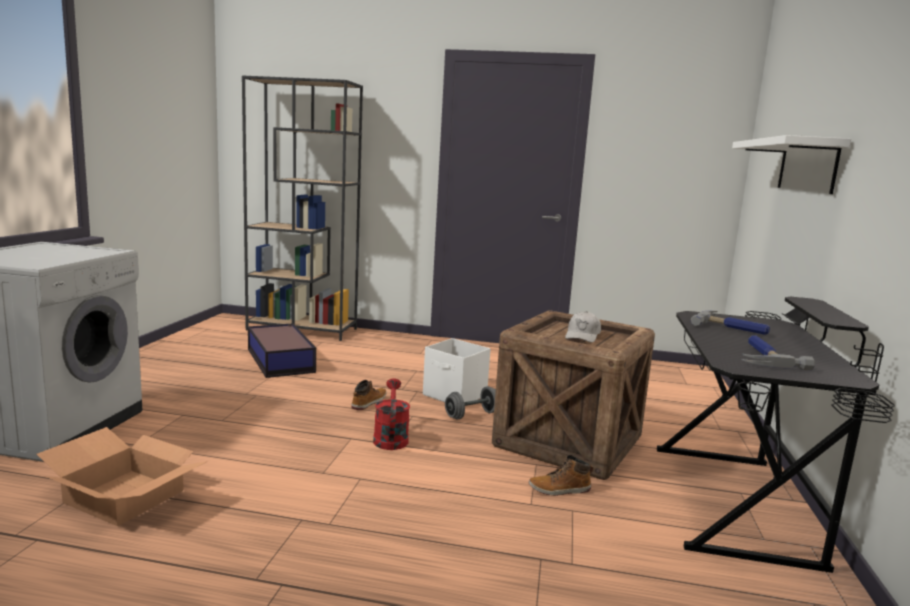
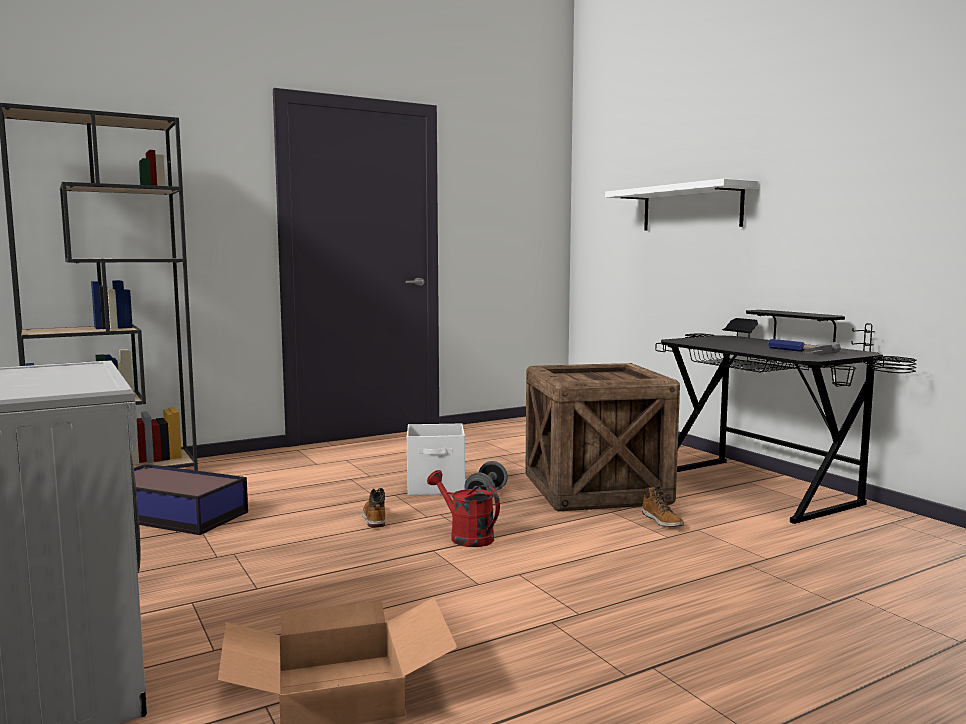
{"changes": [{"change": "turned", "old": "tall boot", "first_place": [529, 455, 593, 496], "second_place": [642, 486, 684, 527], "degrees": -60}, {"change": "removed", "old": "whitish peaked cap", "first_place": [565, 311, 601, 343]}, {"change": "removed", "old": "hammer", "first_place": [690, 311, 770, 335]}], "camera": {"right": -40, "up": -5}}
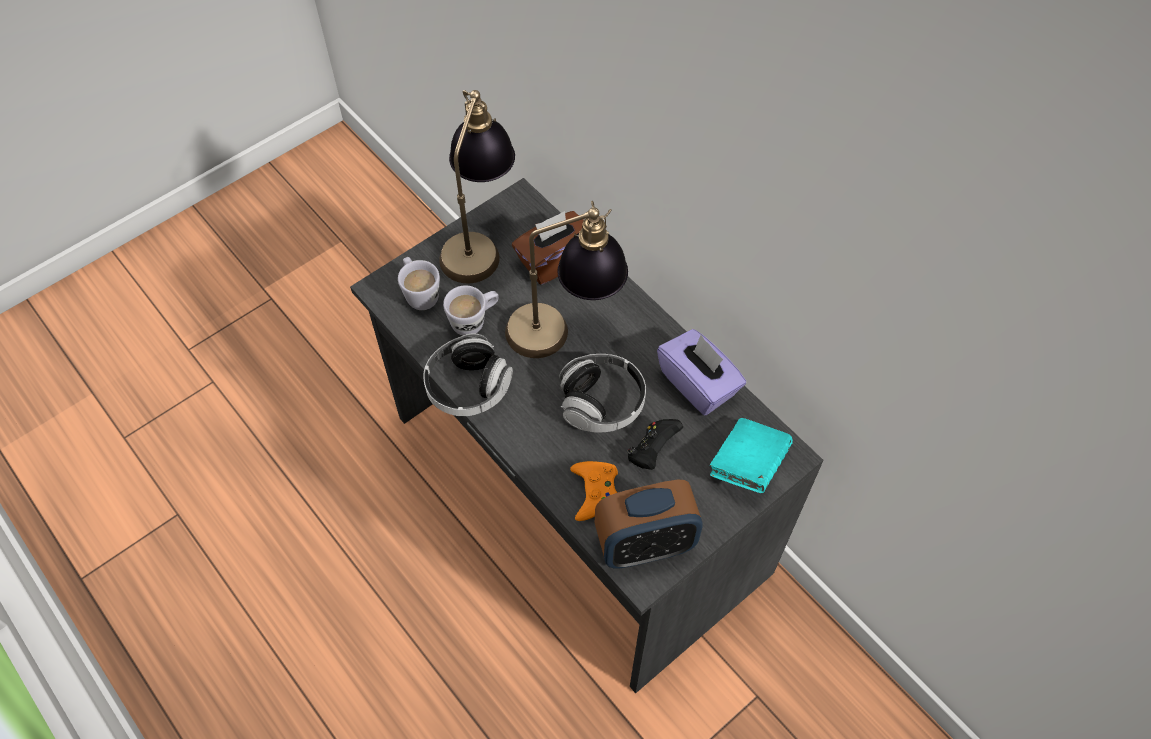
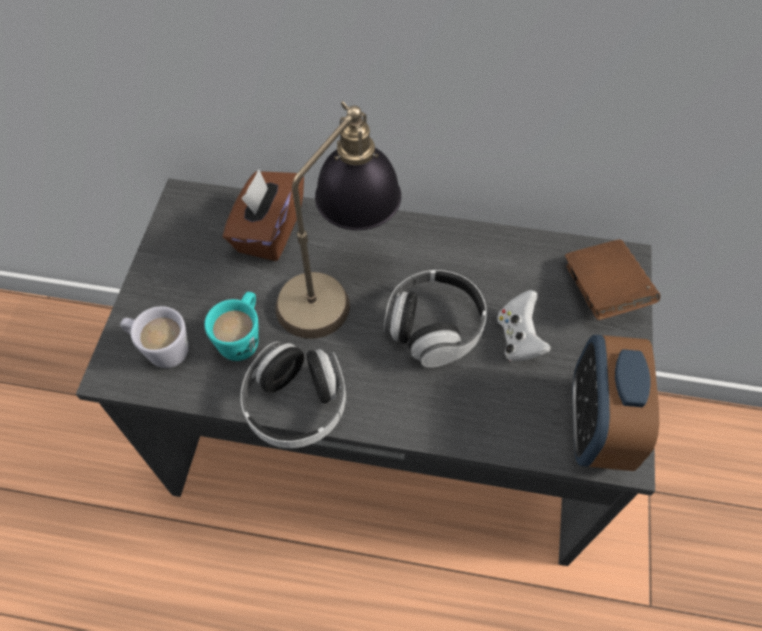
{"changes": [{"change": "removed", "old": "lamp for a table", "first_place": [439, 90, 515, 283]}, {"change": "recoloured", "old": "whitish mug", "new": "turquoise mug", "first_place": [443, 285, 499, 336], "second_place": [204, 292, 259, 361]}, {"change": "removed", "old": "orange game controller", "first_place": [570, 461, 618, 521]}, {"change": "turned", "old": "alarm clock", "first_place": [595, 479, 703, 568], "second_place": [573, 334, 659, 471], "degrees": 150}, {"change": "recoloured", "old": "blackish game controller", "new": "whitish game controller", "first_place": [628, 419, 683, 470], "second_place": [497, 290, 551, 361]}, {"change": "removed", "old": "purple tissue holder", "first_place": [657, 329, 746, 415]}, {"change": "recoloured", "old": "turquoise volume", "new": "brown volume", "first_place": [710, 418, 793, 493], "second_place": [565, 240, 660, 320]}], "camera": {"right": -40, "up": 0}}
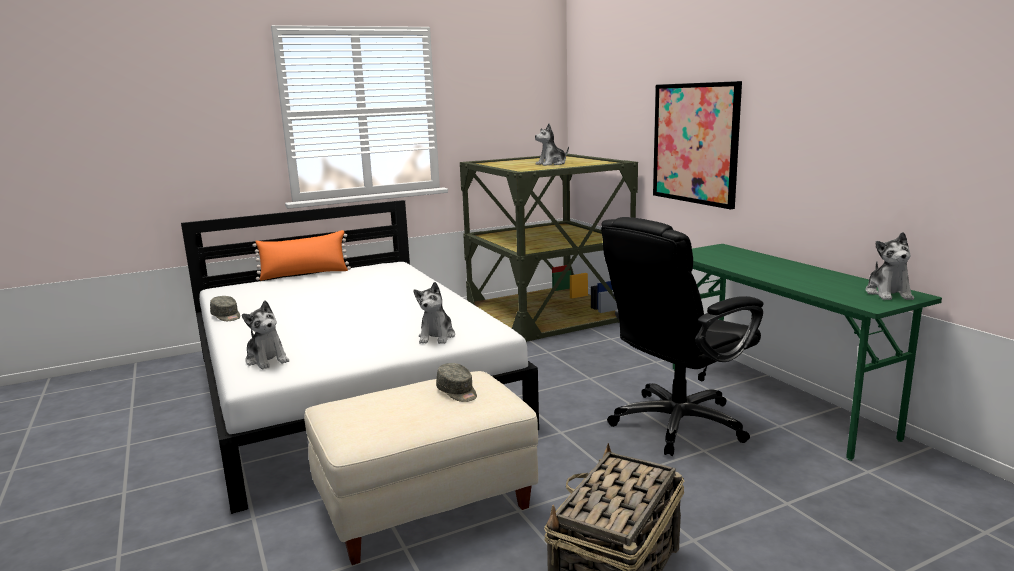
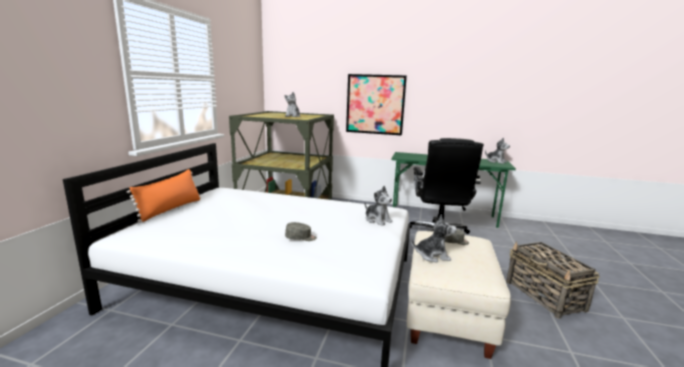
{"changes": [{"change": "moved", "old": "gray peaked cap", "first_place": [210, 296, 240, 321], "second_place": [285, 222, 317, 241]}, {"change": "moved", "old": "cuddly toy", "first_place": [242, 301, 289, 369], "second_place": [411, 214, 457, 263]}], "camera": {"right": -50, "up": 0}}
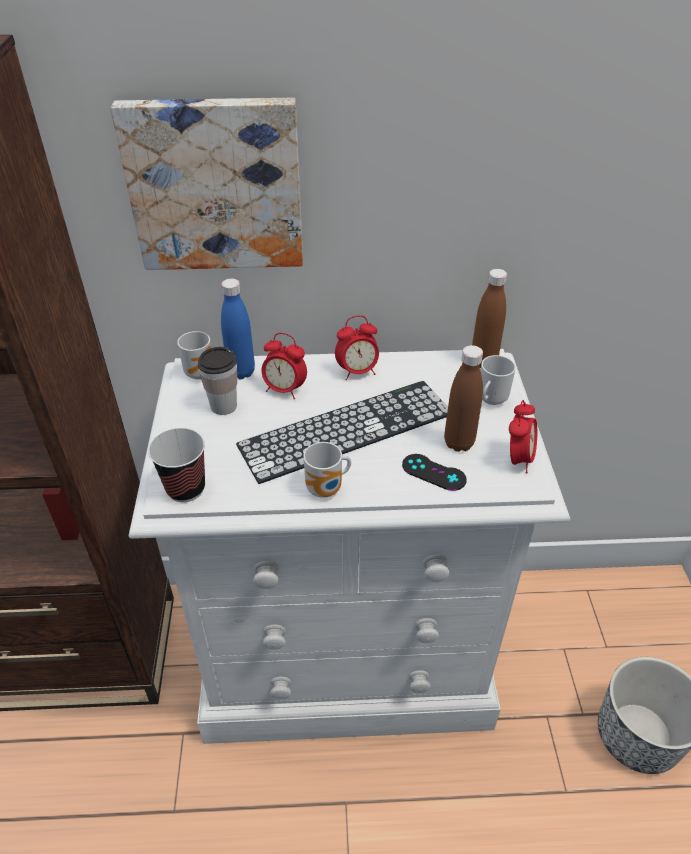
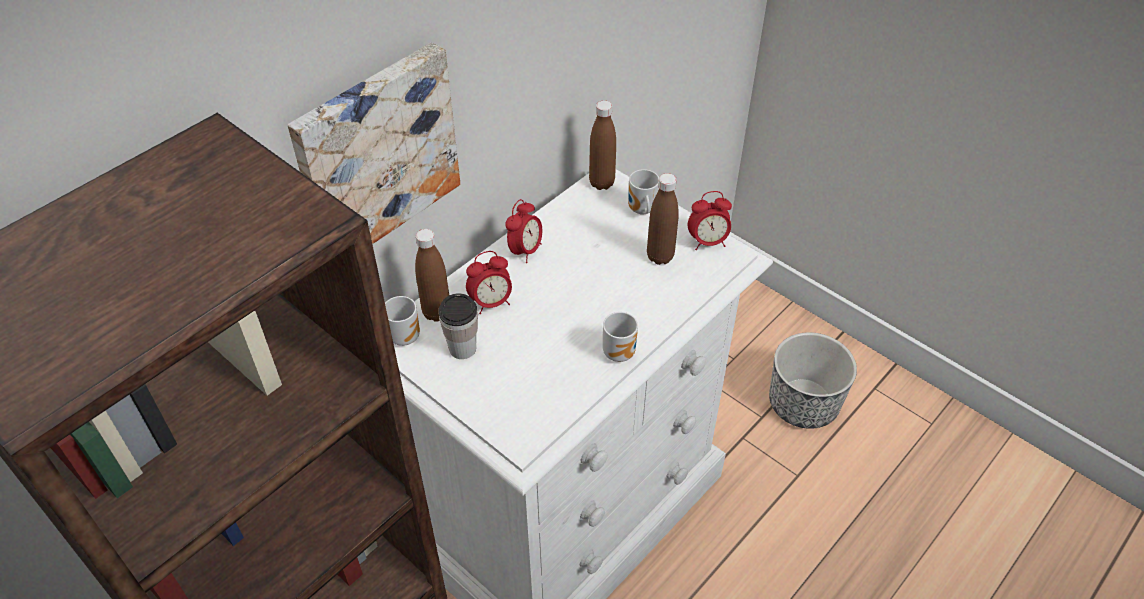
{"changes": [{"change": "removed", "old": "small cup", "first_place": [148, 428, 205, 502]}, {"change": "recoloured", "old": "bluish bottle", "new": "brown bottle", "first_place": [221, 278, 255, 379], "second_place": [415, 229, 449, 322]}, {"change": "removed", "old": "keyboard", "first_place": [236, 381, 448, 484]}, {"change": "removed", "old": "blackish game controller", "first_place": [402, 454, 467, 491]}, {"change": "turned", "old": "alarm clock", "first_place": [509, 400, 537, 473], "second_place": [688, 191, 732, 250], "degrees": 105}], "camera": {"right": -45, "up": 5}}
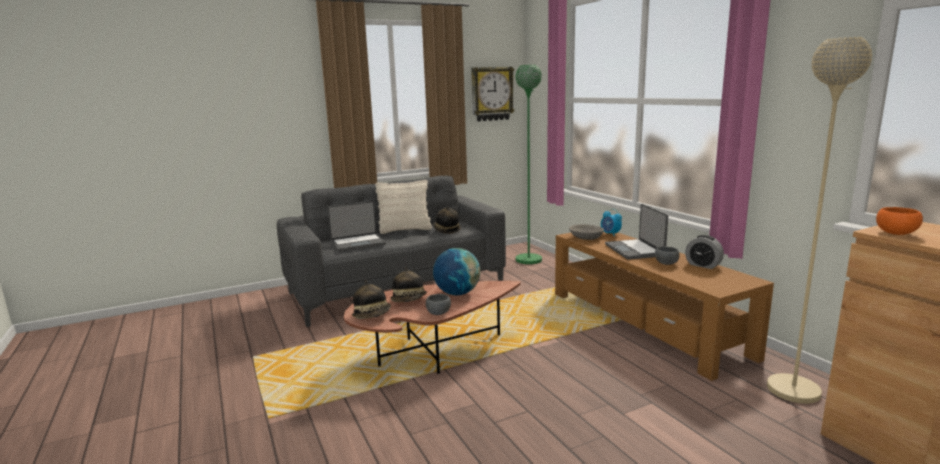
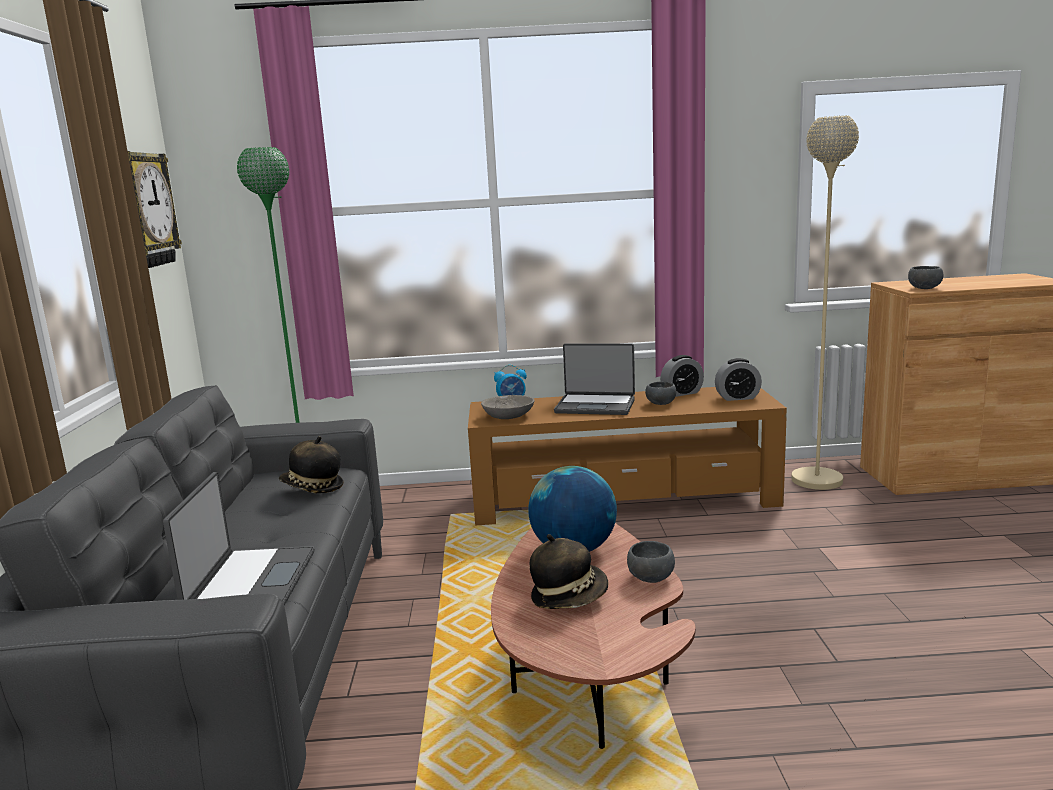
{"changes": [{"change": "removed", "old": "hat", "first_place": [352, 280, 391, 319]}, {"change": "removed", "old": "sand-coloured pillow", "first_place": [375, 180, 432, 234]}, {"change": "recoloured", "old": "orange bowl", "new": "gray bowl", "first_place": [876, 207, 923, 235], "second_place": [908, 266, 944, 289]}, {"change": "added", "new": "alarm clock", "second_place": [715, 358, 762, 401]}], "camera": {"right": -65, "up": 0}}
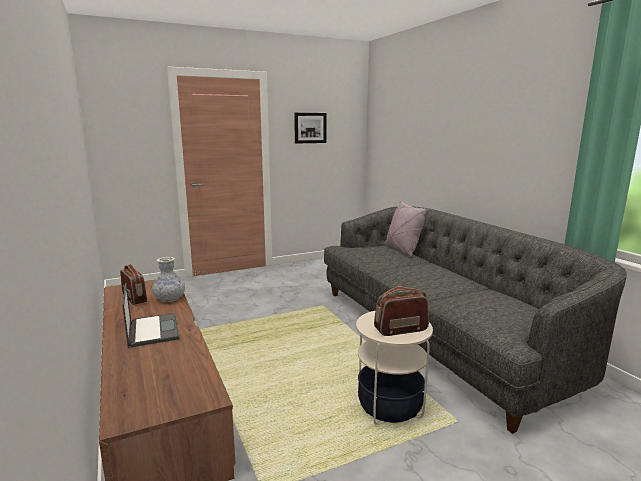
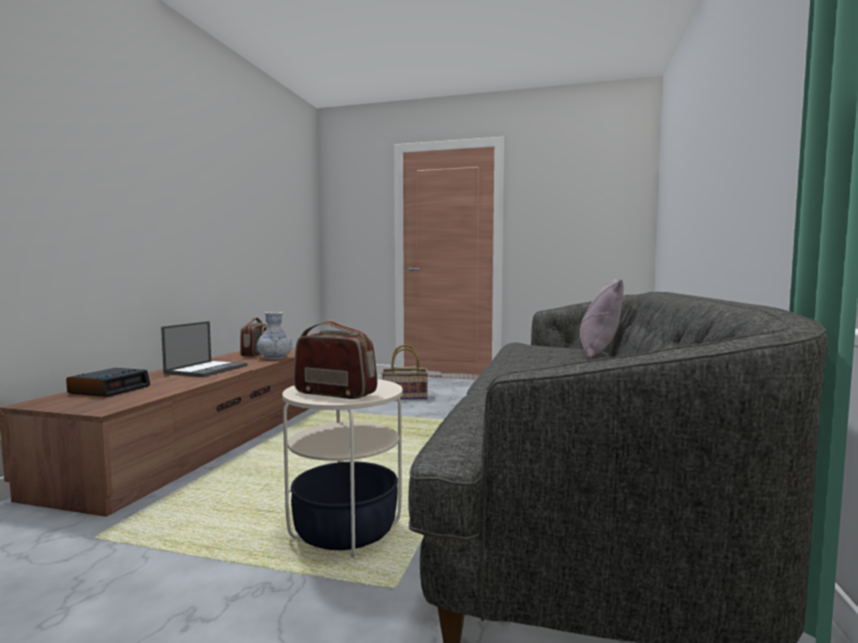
{"changes": [{"change": "removed", "old": "wall picture", "first_place": [294, 113, 327, 144]}, {"change": "added", "new": "alarm clock", "second_place": [66, 368, 150, 397]}, {"change": "added", "new": "basket", "second_place": [381, 344, 428, 400]}], "camera": {"right": 40, "up": -10}}
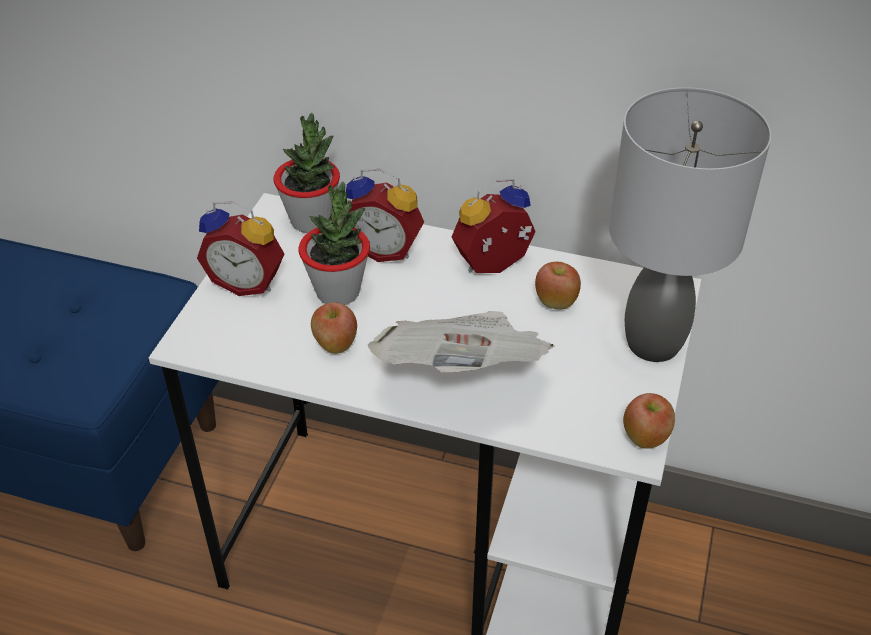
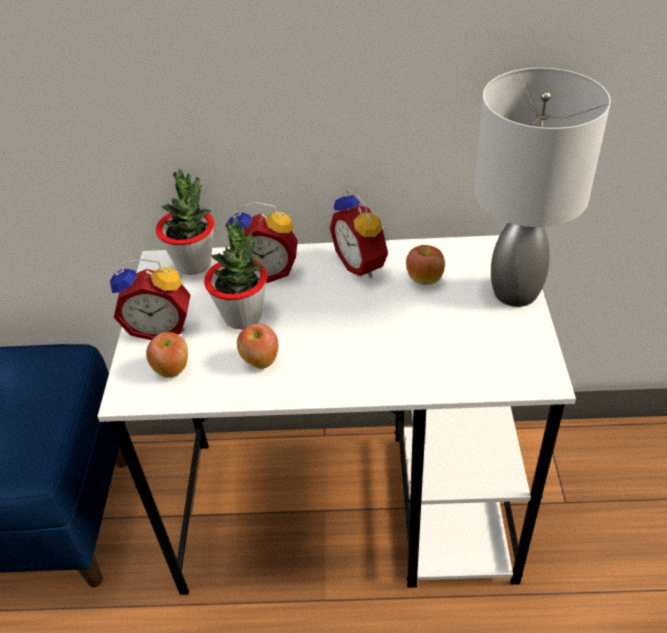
{"changes": [{"change": "removed", "old": "printed paper", "first_place": [368, 311, 555, 373]}, {"change": "turned", "old": "alarm clock", "first_place": [452, 179, 536, 273], "second_place": [330, 188, 390, 278], "degrees": -75}, {"change": "moved", "old": "whole apple", "first_place": [623, 393, 675, 449], "second_place": [146, 332, 188, 378]}], "camera": {"right": -15, "up": 0}}
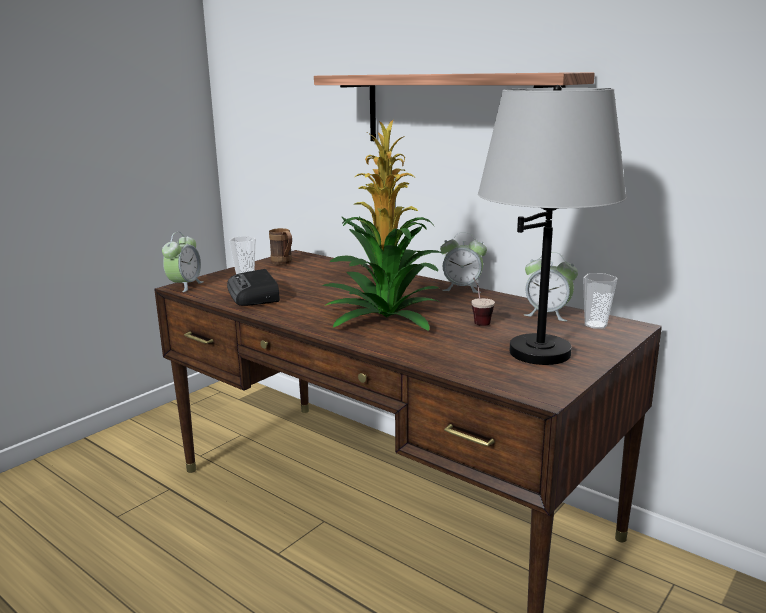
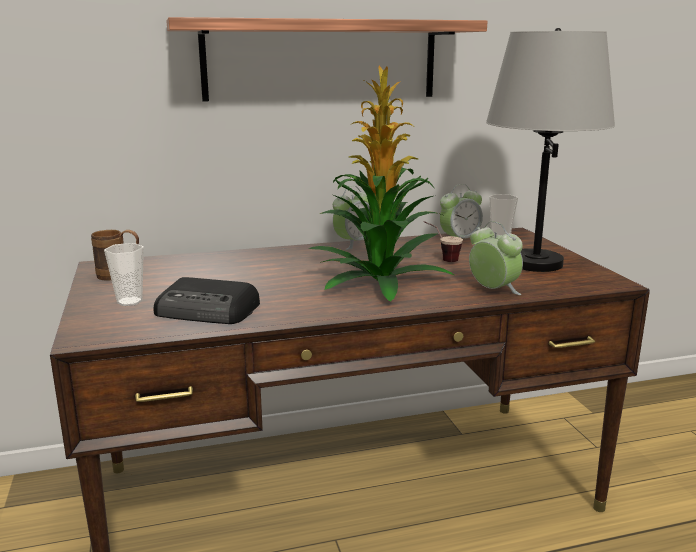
{"changes": [{"change": "moved", "old": "alarm clock", "first_place": [162, 232, 204, 292], "second_place": [469, 221, 523, 295]}], "camera": {"right": -55, "up": 0}}
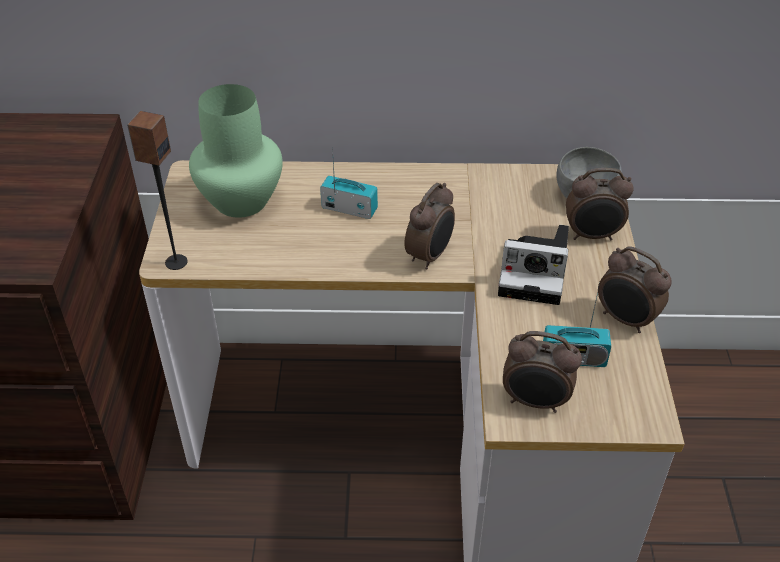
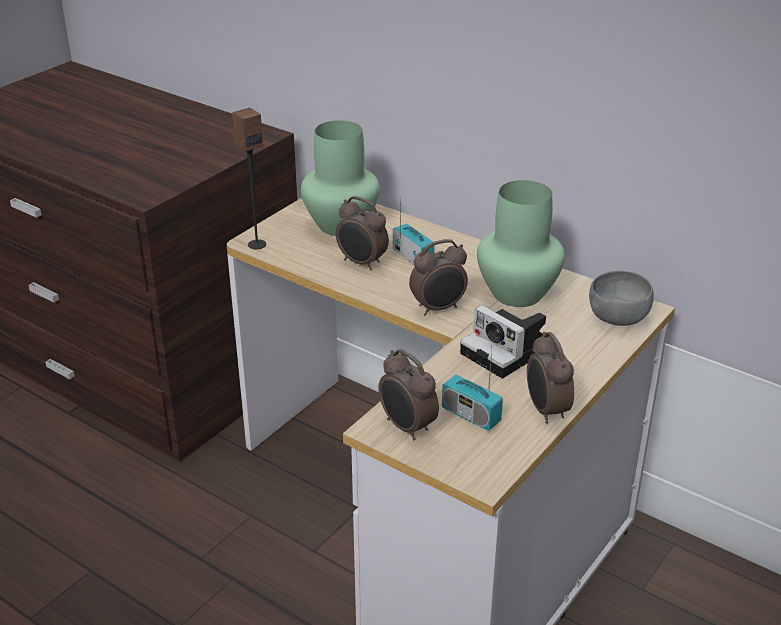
{"changes": [{"change": "moved", "old": "alarm clock", "first_place": [566, 168, 634, 240], "second_place": [336, 196, 389, 270]}, {"change": "added", "new": "green vase", "second_place": [477, 180, 565, 307]}], "camera": {"right": 35, "up": -10}}
